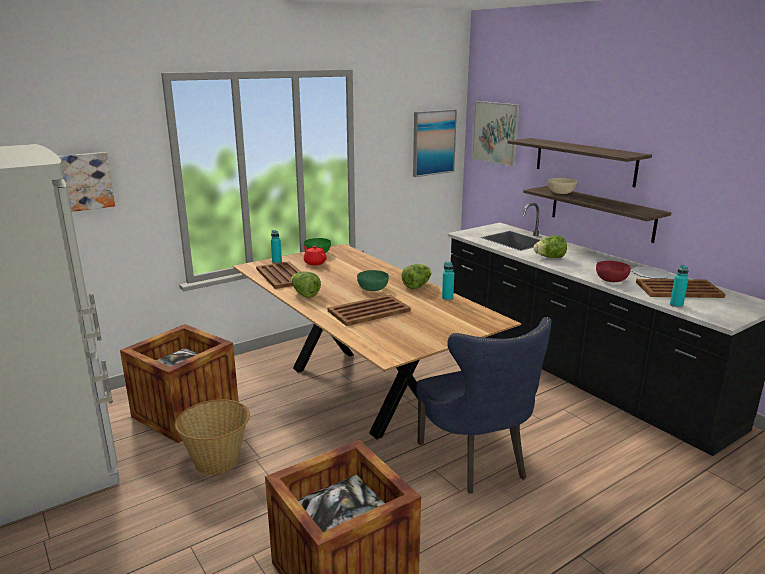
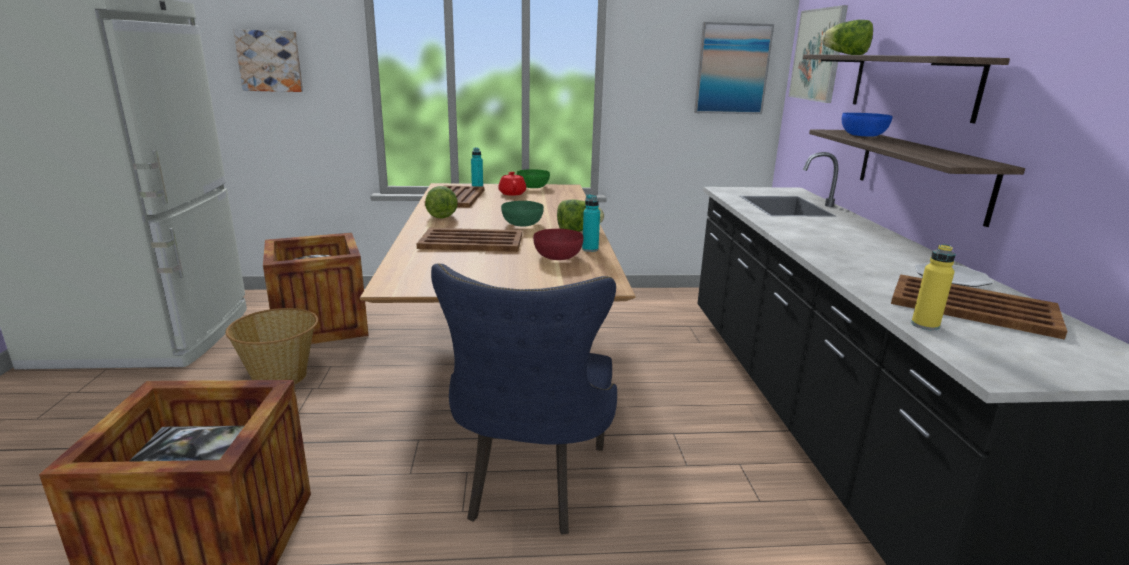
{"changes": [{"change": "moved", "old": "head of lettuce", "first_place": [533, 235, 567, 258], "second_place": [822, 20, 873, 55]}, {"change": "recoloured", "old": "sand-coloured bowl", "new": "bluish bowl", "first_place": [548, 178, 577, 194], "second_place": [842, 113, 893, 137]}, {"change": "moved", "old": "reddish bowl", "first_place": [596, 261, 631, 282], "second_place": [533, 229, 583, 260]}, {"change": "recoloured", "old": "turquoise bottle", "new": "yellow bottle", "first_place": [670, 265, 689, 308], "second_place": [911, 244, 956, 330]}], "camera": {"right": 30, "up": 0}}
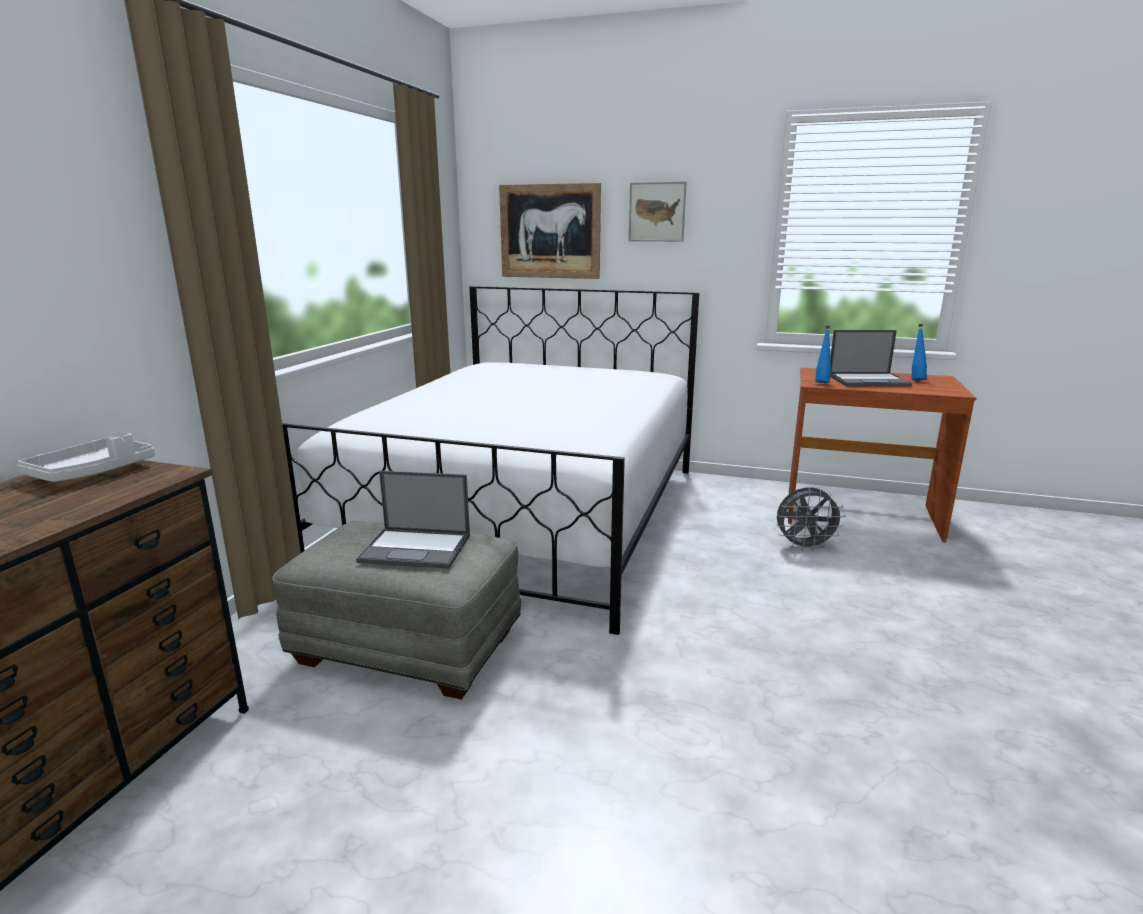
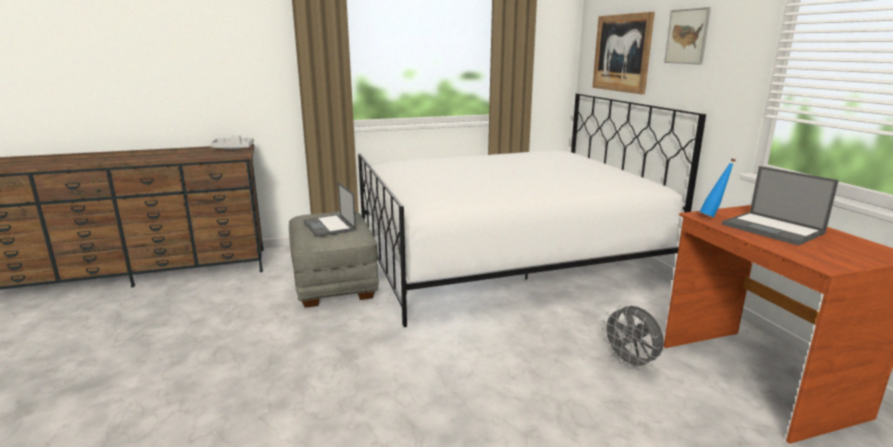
{"changes": [{"change": "removed", "old": "bluish bottle", "first_place": [912, 324, 927, 380]}], "camera": {"right": 55, "up": 0}}
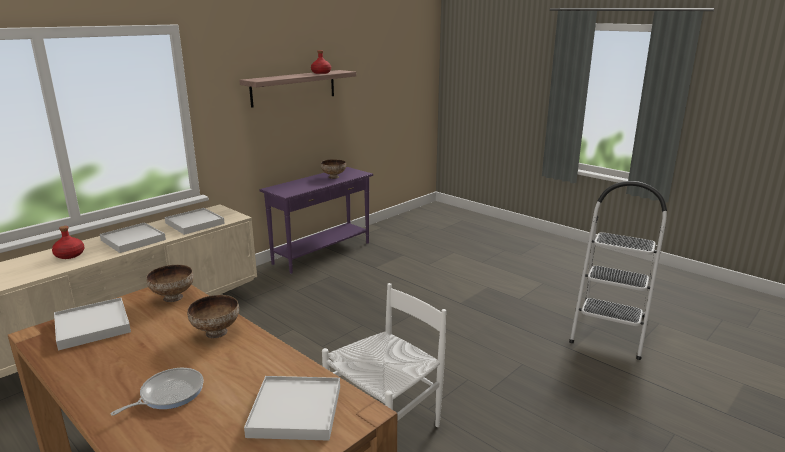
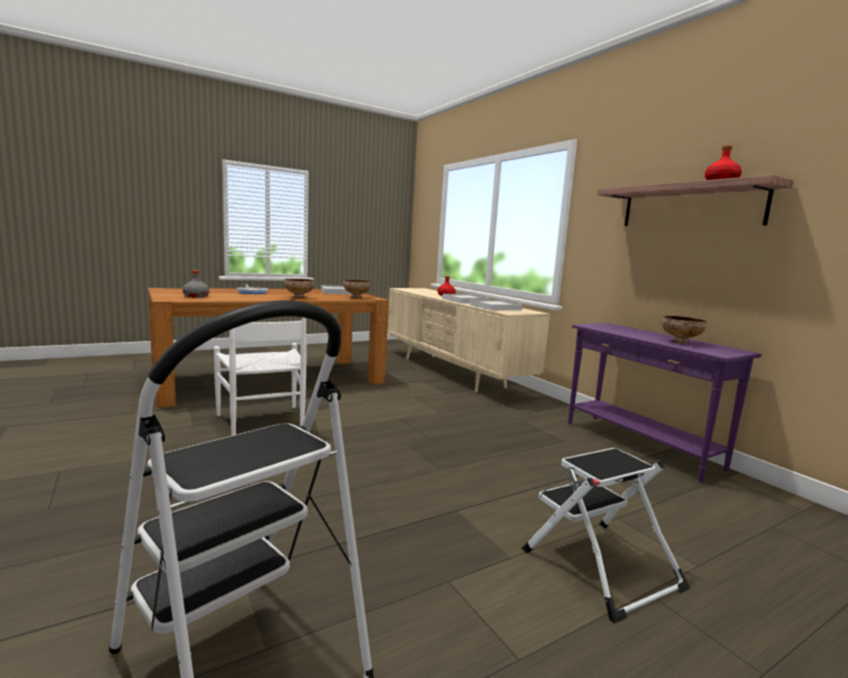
{"changes": [{"change": "replaced", "old": "whitish tray", "new": "gray bottle", "first_place": [244, 376, 340, 441], "second_place": [182, 270, 210, 298]}, {"change": "added", "new": "step stool", "second_place": [522, 448, 690, 623]}], "camera": {"right": 105, "up": -10}}
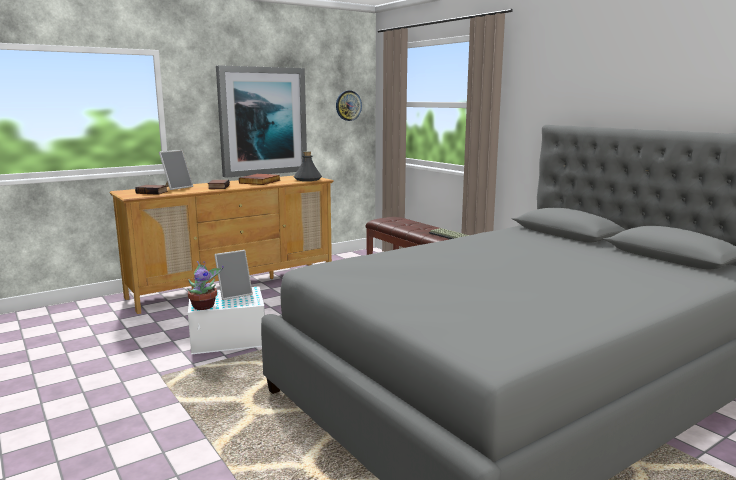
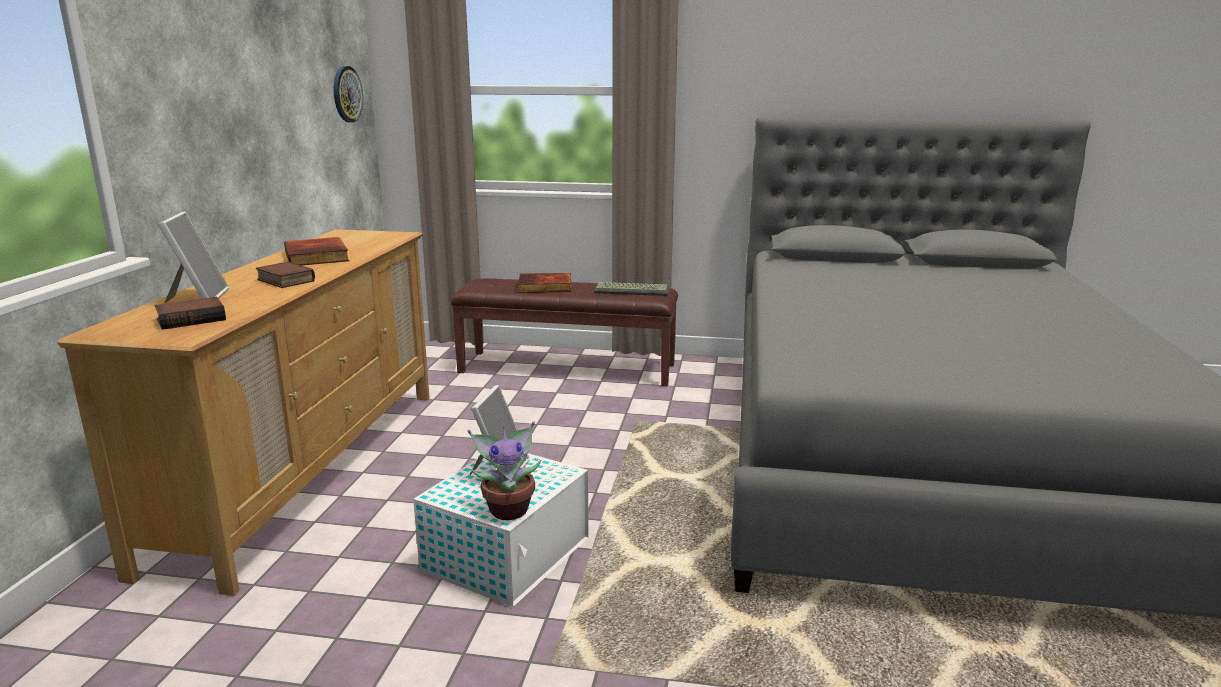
{"changes": [{"change": "removed", "old": "wall picture", "first_place": [216, 65, 307, 178]}, {"change": "removed", "old": "gray bottle", "first_place": [294, 151, 322, 181]}, {"change": "added", "new": "volume", "second_place": [518, 273, 571, 293]}], "camera": {"right": -45, "up": 5}}
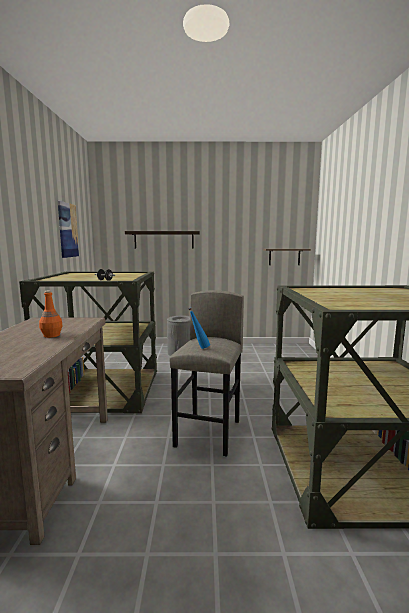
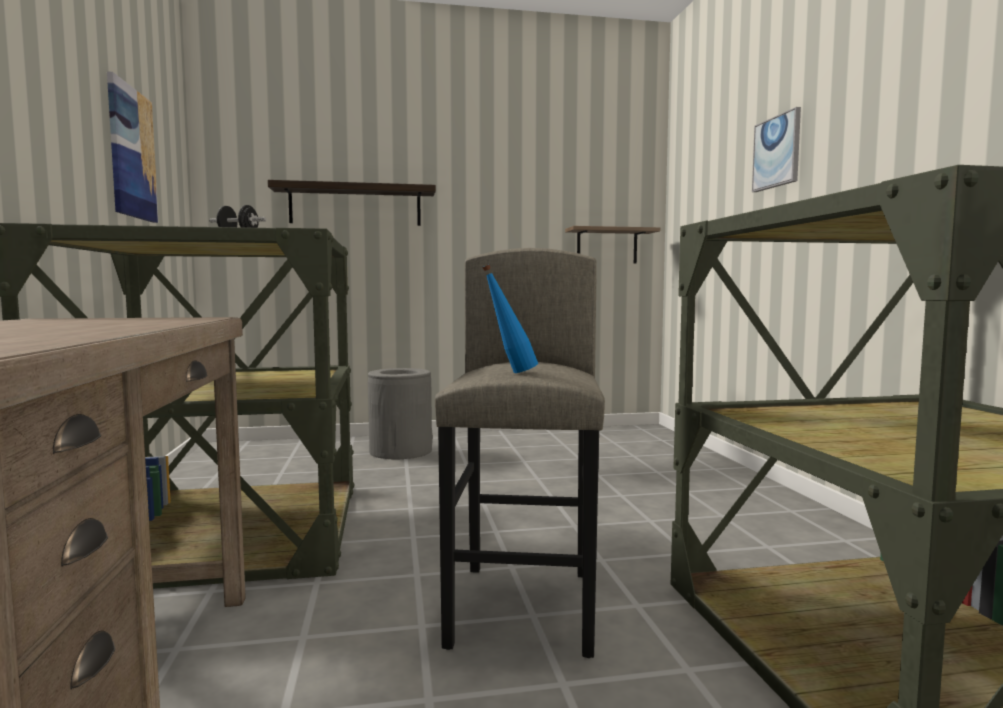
{"changes": [{"change": "removed", "old": "orange bottle", "first_place": [39, 290, 63, 338]}, {"change": "added", "new": "wall picture", "second_place": [752, 107, 801, 192]}], "camera": {"right": -10, "up": -5}}
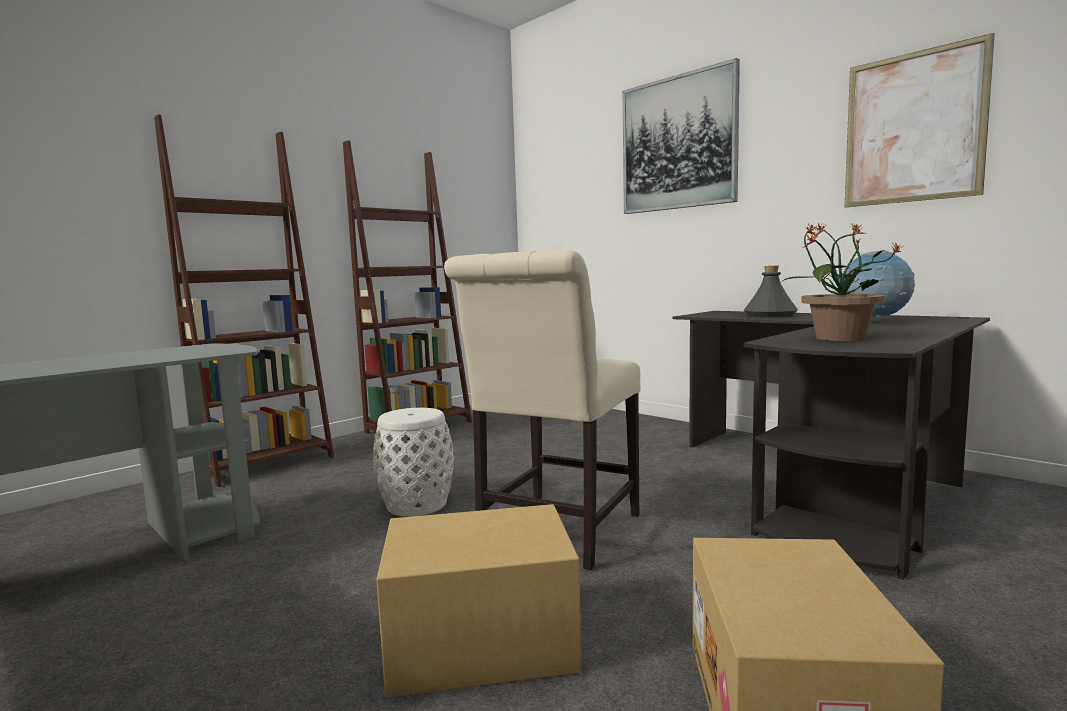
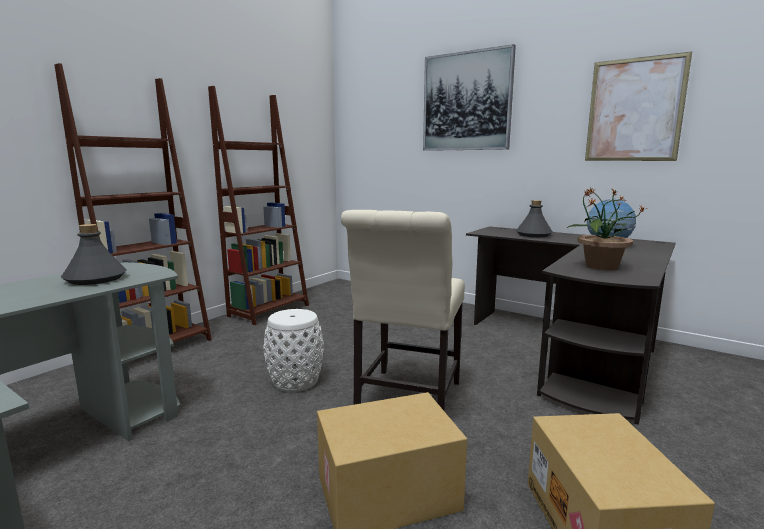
{"changes": [{"change": "added", "new": "gray bottle", "second_place": [61, 224, 127, 285]}], "camera": {"right": -10, "up": 5}}
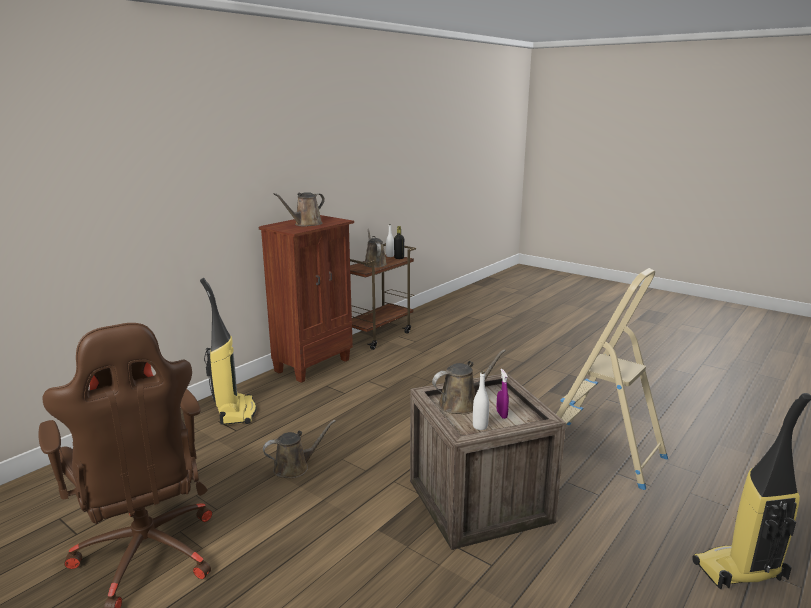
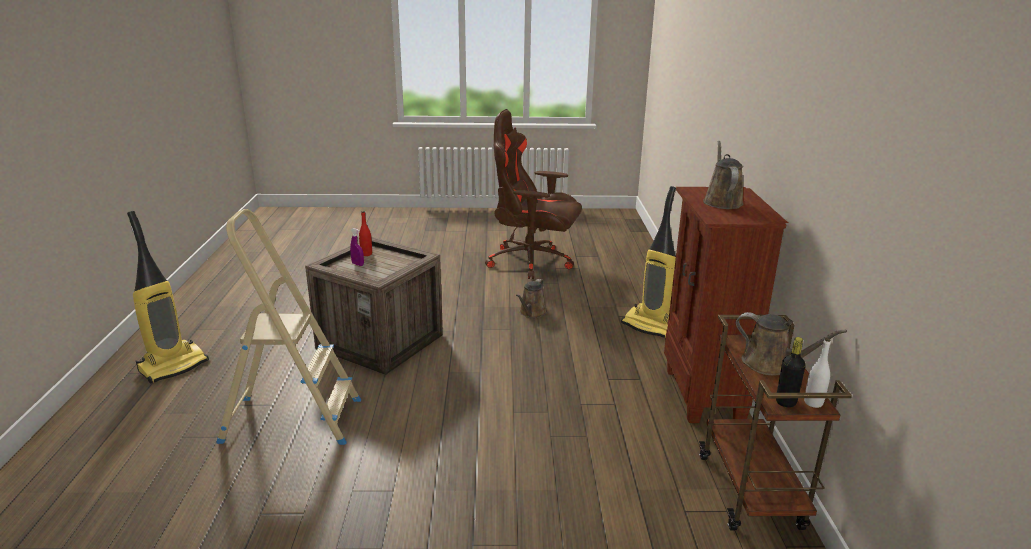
{"changes": [{"change": "removed", "old": "brown watering can", "first_place": [432, 349, 506, 414]}, {"change": "recoloured", "old": "whitish bottle", "new": "reddish bottle", "first_place": [473, 371, 489, 430], "second_place": [359, 211, 372, 256]}], "camera": {"right": 140, "up": 5}}
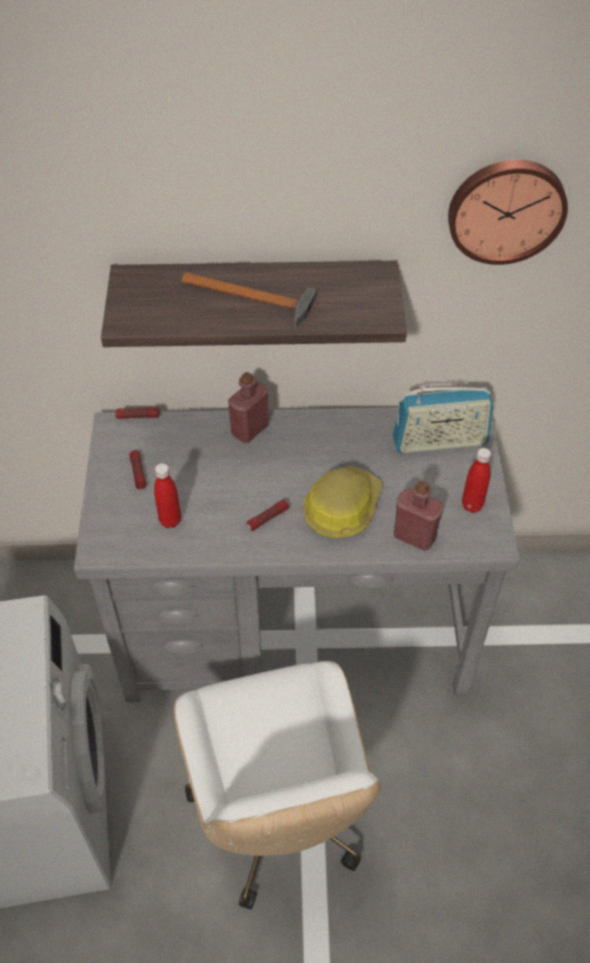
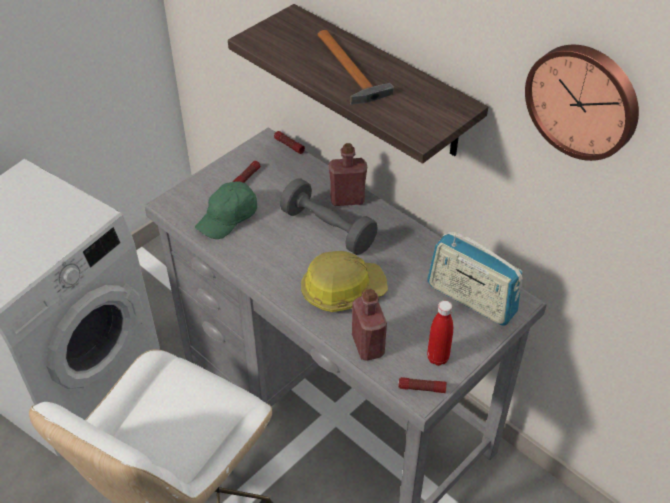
{"changes": [{"change": "replaced", "old": "reddish bottle", "new": "green peaked cap", "first_place": [154, 463, 181, 528], "second_place": [195, 181, 257, 239]}, {"change": "moved", "old": "hand torch", "first_place": [246, 499, 289, 531], "second_place": [398, 377, 446, 393]}, {"change": "added", "new": "gray hand weight", "second_place": [280, 178, 378, 255]}], "camera": {"right": 45, "up": -5}}
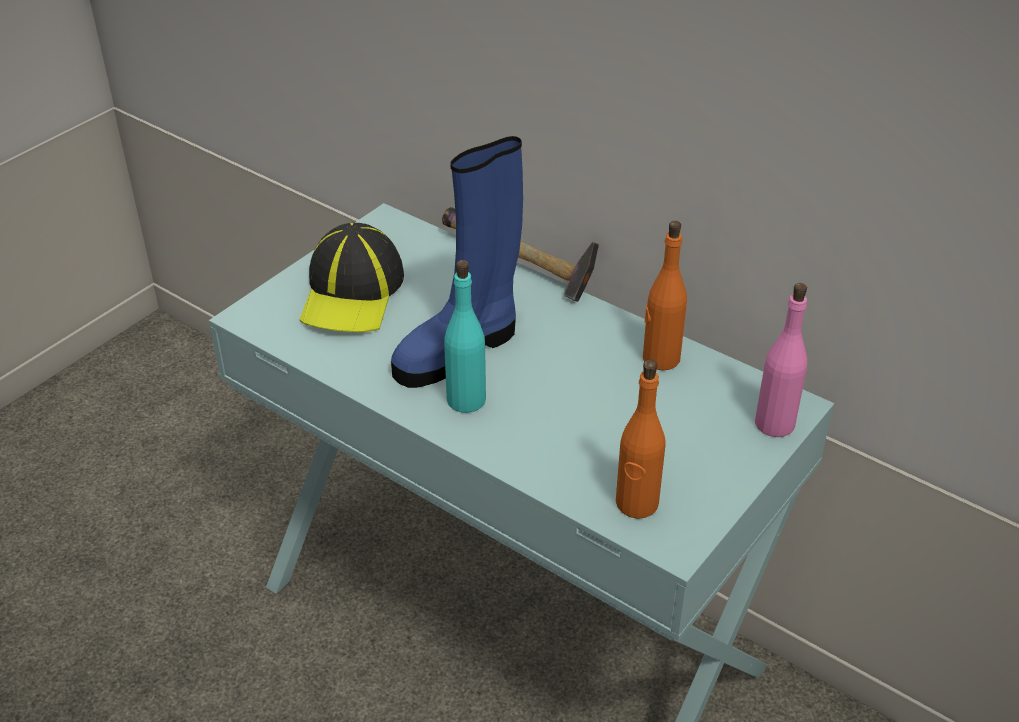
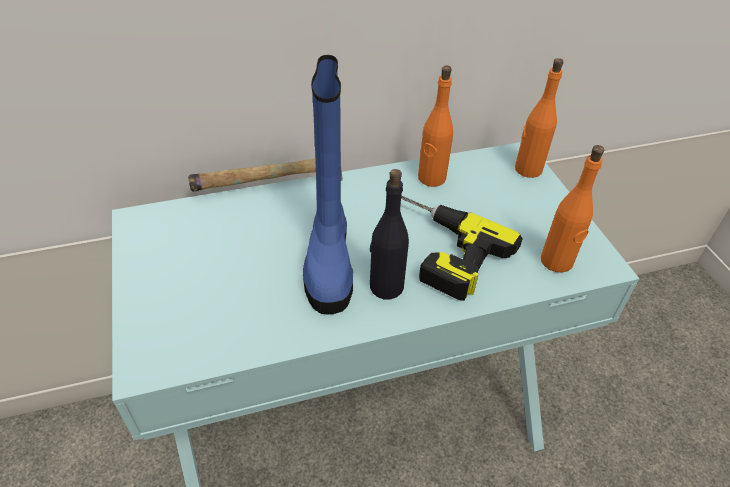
{"changes": [{"change": "removed", "old": "peaked cap", "first_place": [300, 223, 404, 332]}, {"change": "recoloured", "old": "turquoise bottle", "new": "blackish bottle", "first_place": [444, 260, 486, 413], "second_place": [370, 169, 409, 299]}, {"change": "recoloured", "old": "pink-coloured bottle", "new": "orange bottle", "first_place": [755, 283, 807, 437], "second_place": [515, 58, 564, 178]}, {"change": "added", "new": "drill", "second_place": [401, 195, 523, 301]}], "camera": {"right": -55, "up": 5}}
